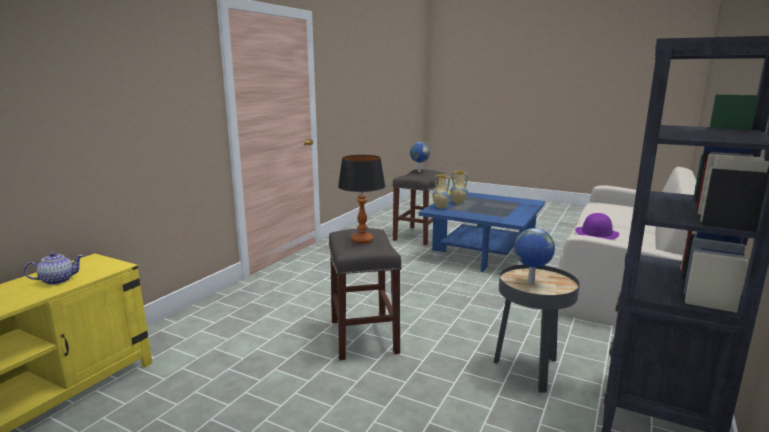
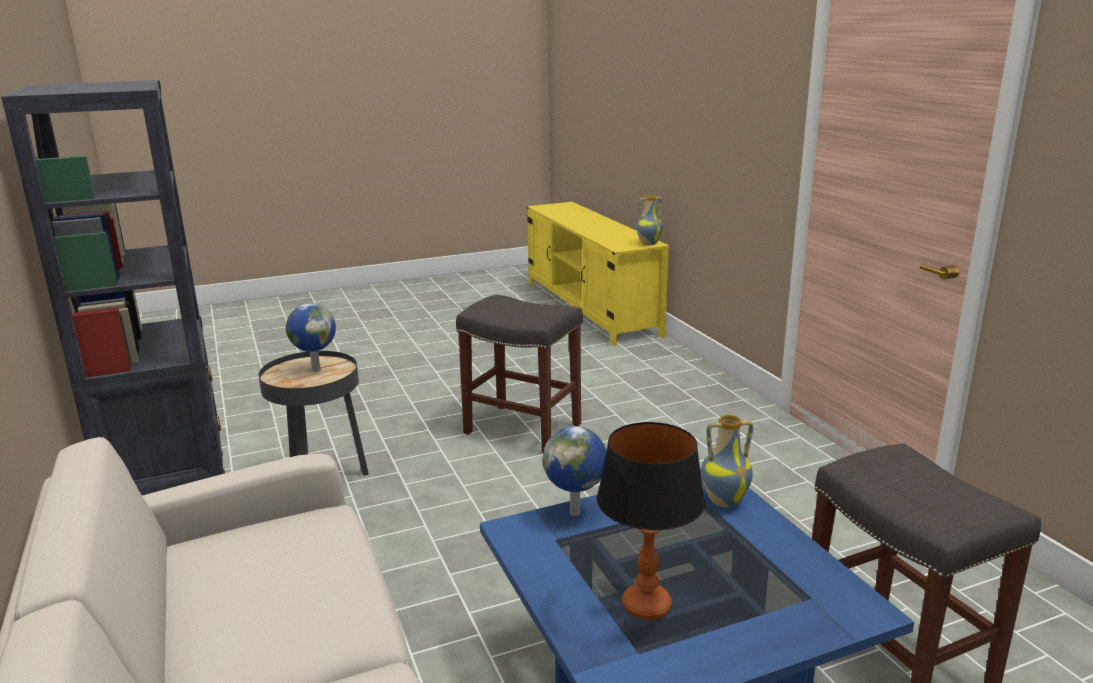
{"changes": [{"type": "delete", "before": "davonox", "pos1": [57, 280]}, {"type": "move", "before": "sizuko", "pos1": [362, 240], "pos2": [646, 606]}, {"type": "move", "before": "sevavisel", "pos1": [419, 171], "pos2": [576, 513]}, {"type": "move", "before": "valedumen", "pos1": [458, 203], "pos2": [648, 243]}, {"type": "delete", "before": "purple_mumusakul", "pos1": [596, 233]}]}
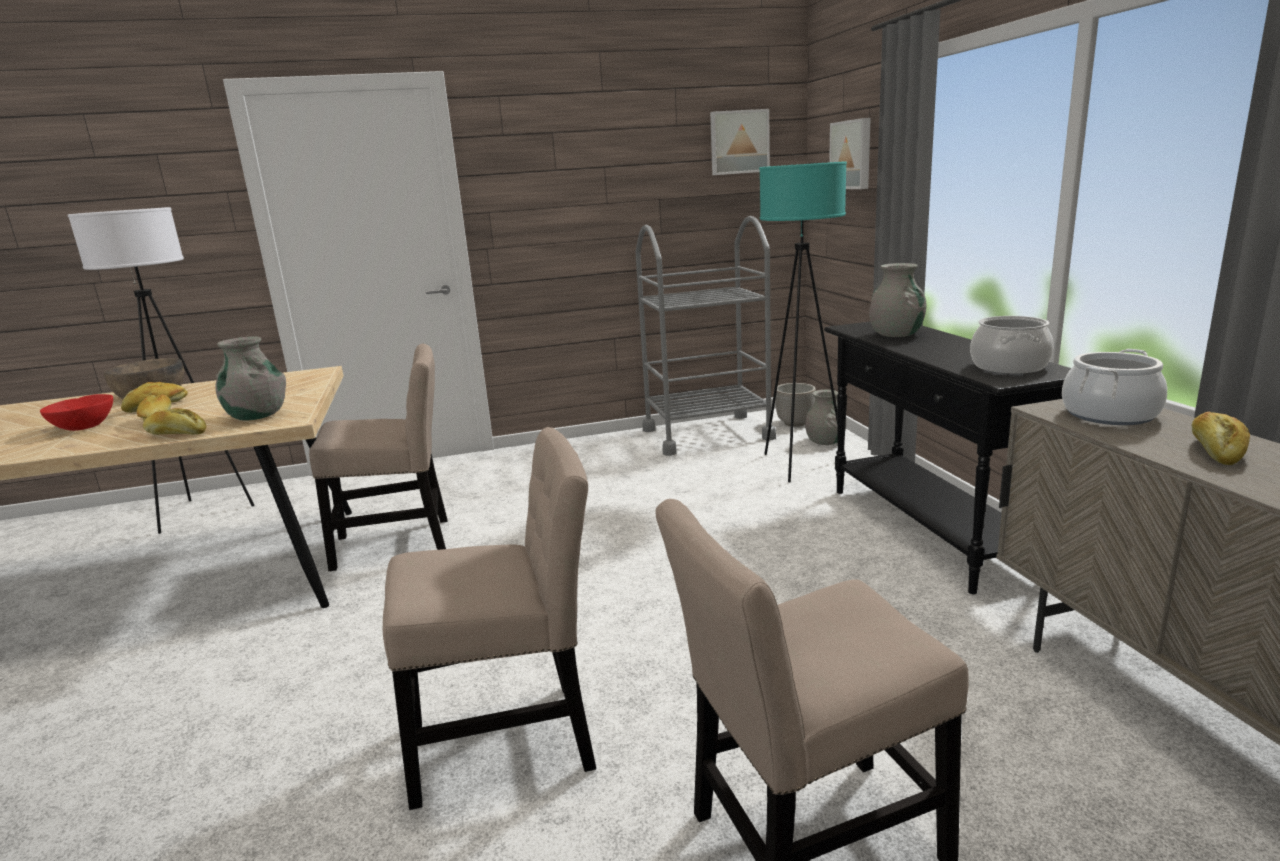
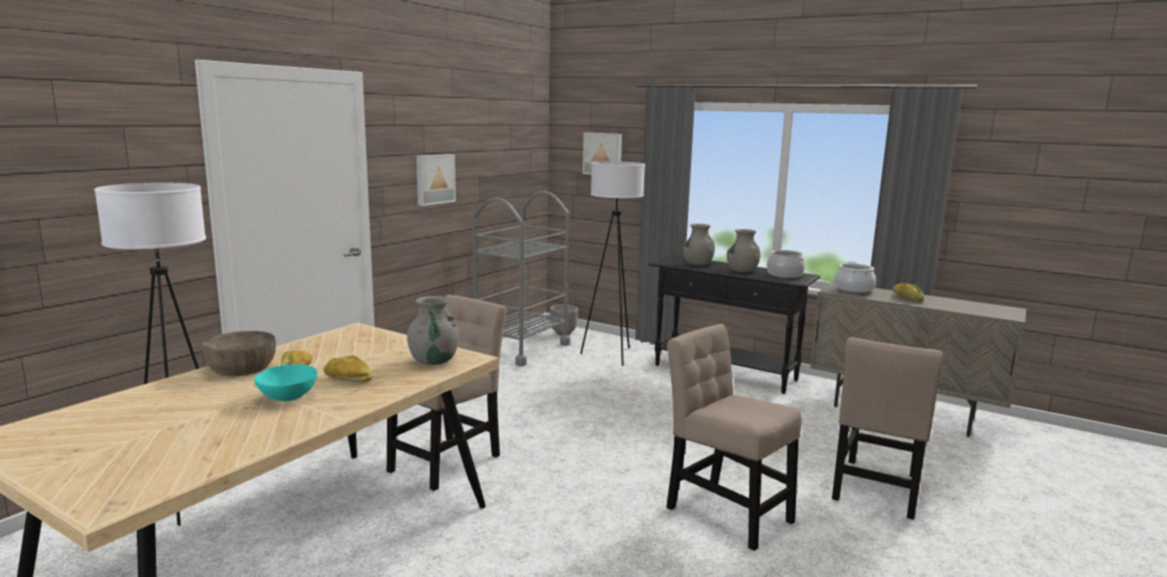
{"changes": [{"type": "recolor", "before": "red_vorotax", "after": "turquoise_vorotax", "pos1": [84, 427], "pos2": [287, 397]}, {"type": "delete", "before": "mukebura", "pos1": [176, 434]}, {"type": "rotate", "before": "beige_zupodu", "pos1": [511, 740], "pos2": [724, 511], "turn": -75}, {"type": "move", "before": "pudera", "pos1": [739, 142], "pos2": [434, 179]}, {"type": "recolor", "before": "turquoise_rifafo", "after": "white_rifafo", "pos1": [801, 465], "pos2": [611, 355]}, {"type": "move", "before": "grey_valedumen", "pos1": [825, 442], "pos2": [742, 271]}]}
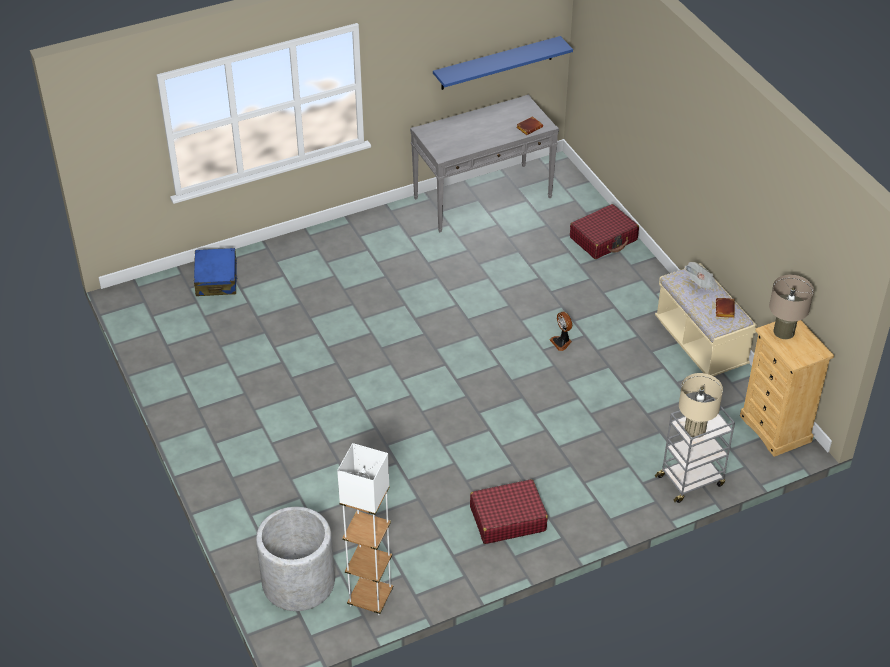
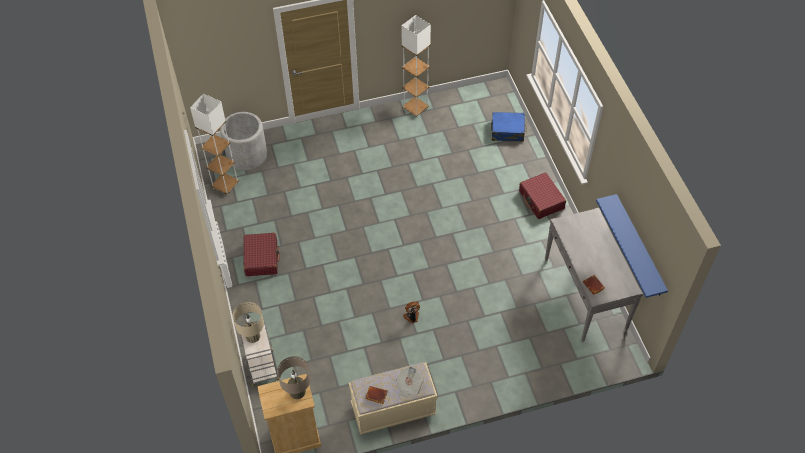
{"changes": [{"type": "move", "before": "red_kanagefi", "pos1": [603, 239], "pos2": [541, 200]}, {"type": "insert", "after": "white_rifafo", "pos2": [415, 108]}]}
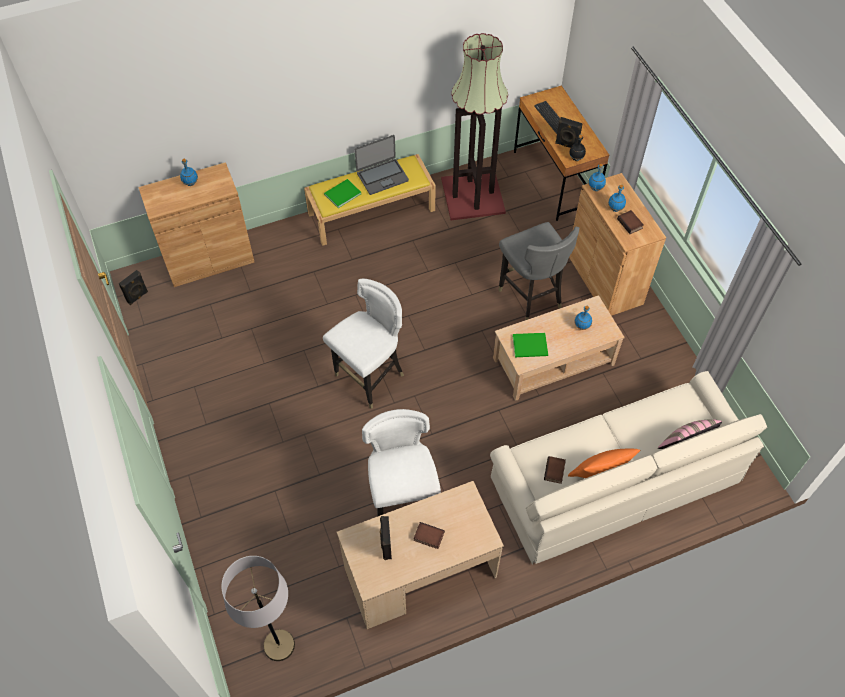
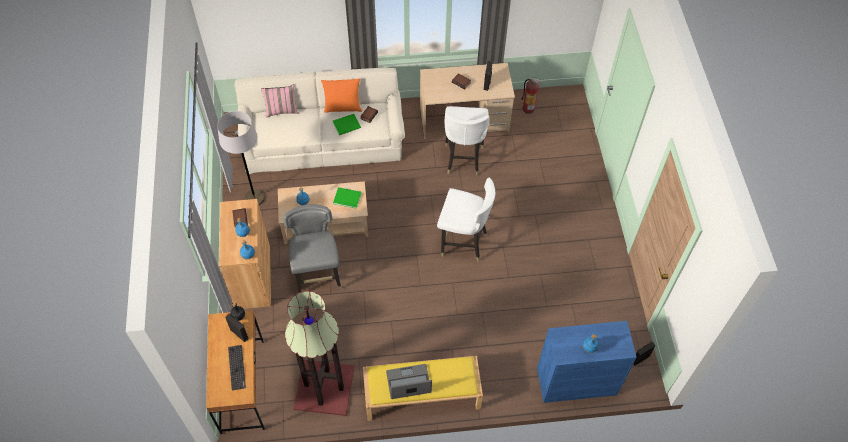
{"changes": [{"type": "recolor", "before": "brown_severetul", "after": "blue_severetul", "pos1": [209, 259], "pos2": [576, 381]}, {"type": "move", "before": "grey_rifafo", "pos1": [279, 645], "pos2": [254, 198]}, {"type": "rotate", "before": "white_zupodu", "pos1": [370, 378], "pos2": [463, 243], "turn": -135}, {"type": "move", "before": "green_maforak", "pos1": [341, 194], "pos2": [347, 125]}, {"type": "insert", "after": "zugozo", "pos2": [528, 108]}]}
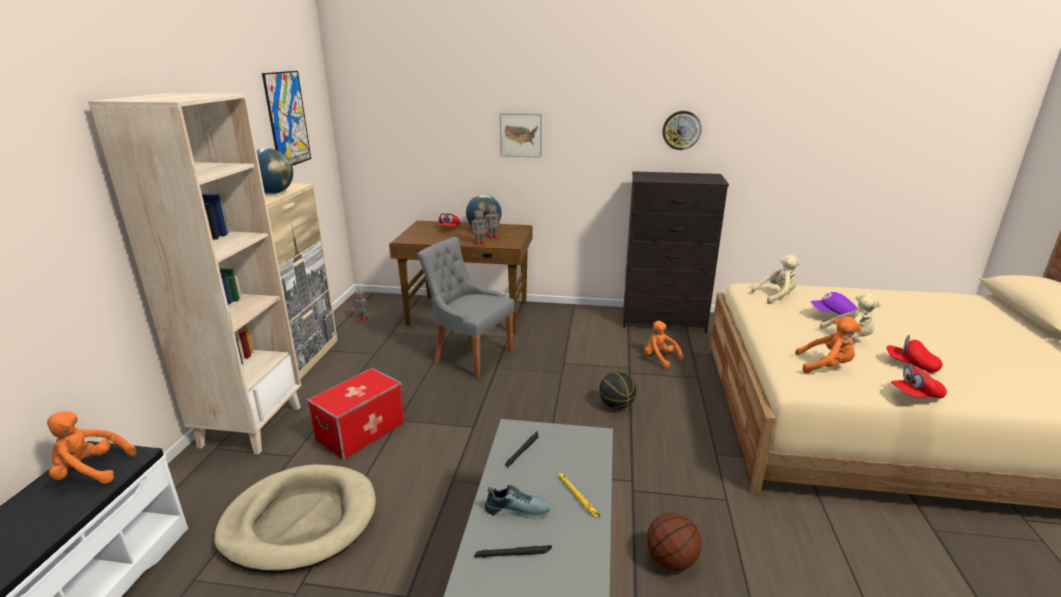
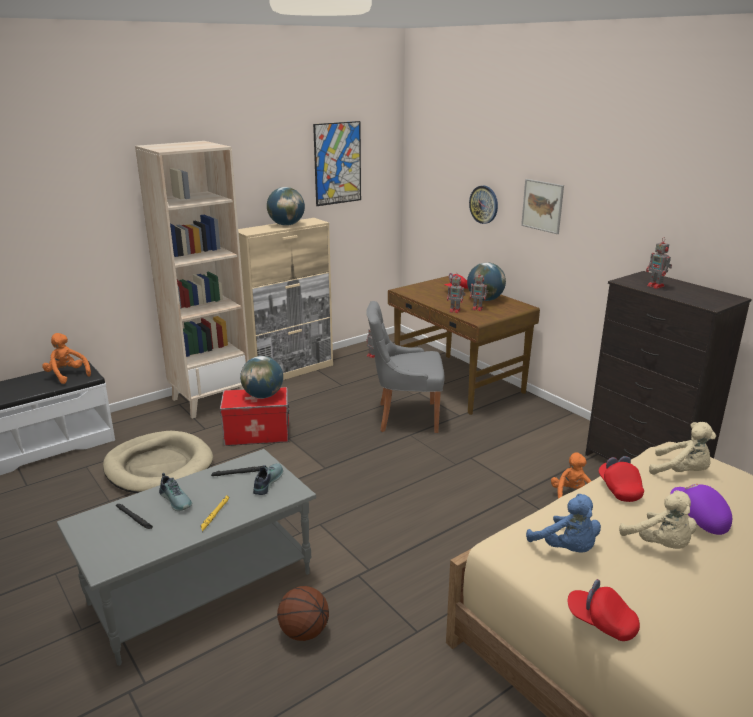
{"changes": [{"type": "rotate", "before": "grey_zupodu", "pos1": [470, 356], "pos2": [404, 417], "turn": -75}, {"type": "delete", "before": "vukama", "pos1": [616, 405]}, {"type": "move", "before": "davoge", "pos1": [681, 130], "pos2": [484, 204]}, {"type": "recolor", "before": "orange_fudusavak", "after": "blue_fudusavak", "pos1": [826, 366], "pos2": [566, 549]}, {"type": "move", "before": "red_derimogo", "pos1": [911, 364], "pos2": [619, 489]}, {"type": "insert", "after": "sevavisel", "pos2": [263, 395]}, {"type": "insert", "after": "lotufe", "pos2": [266, 482]}, {"type": "insert", "after": "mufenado", "pos2": [656, 286]}]}
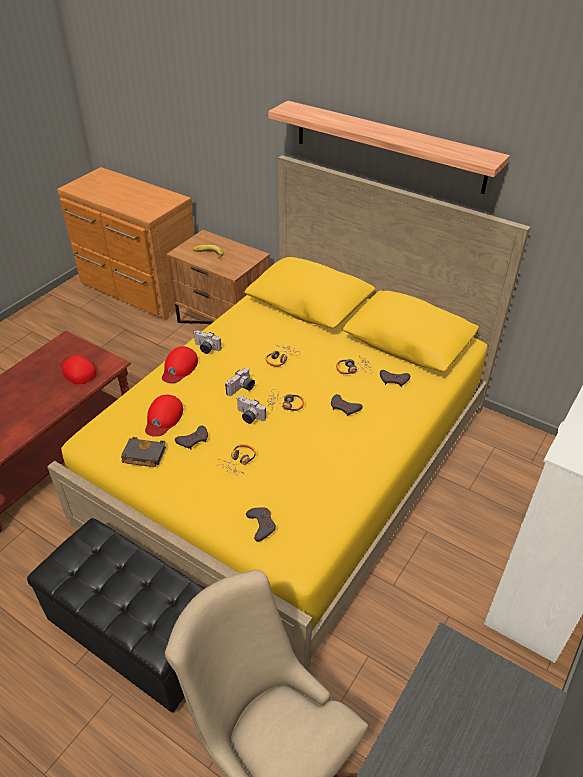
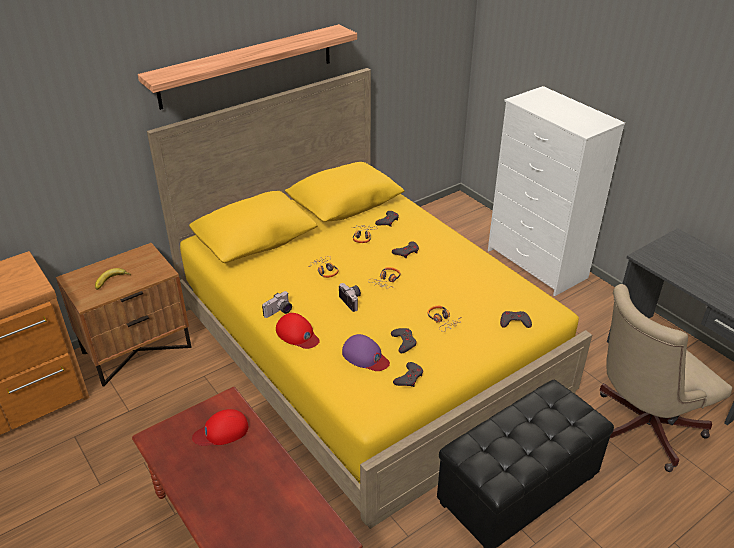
{"changes": [{"type": "replace", "before": "black_maforak", "after": "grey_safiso", "pos1": [142, 455], "pos2": [409, 378]}, {"type": "recolor", "before": "red_derimogo", "after": "purple_derimogo", "pos1": [163, 418], "pos2": [365, 356]}, {"type": "delete", "before": "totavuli", "pos1": [249, 417]}]}
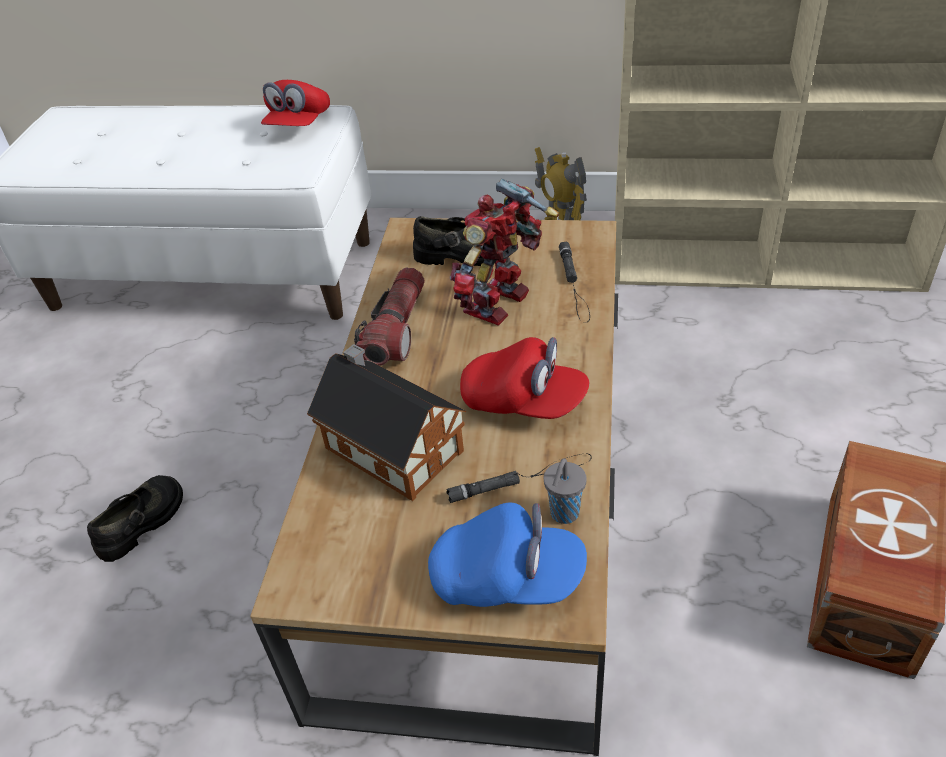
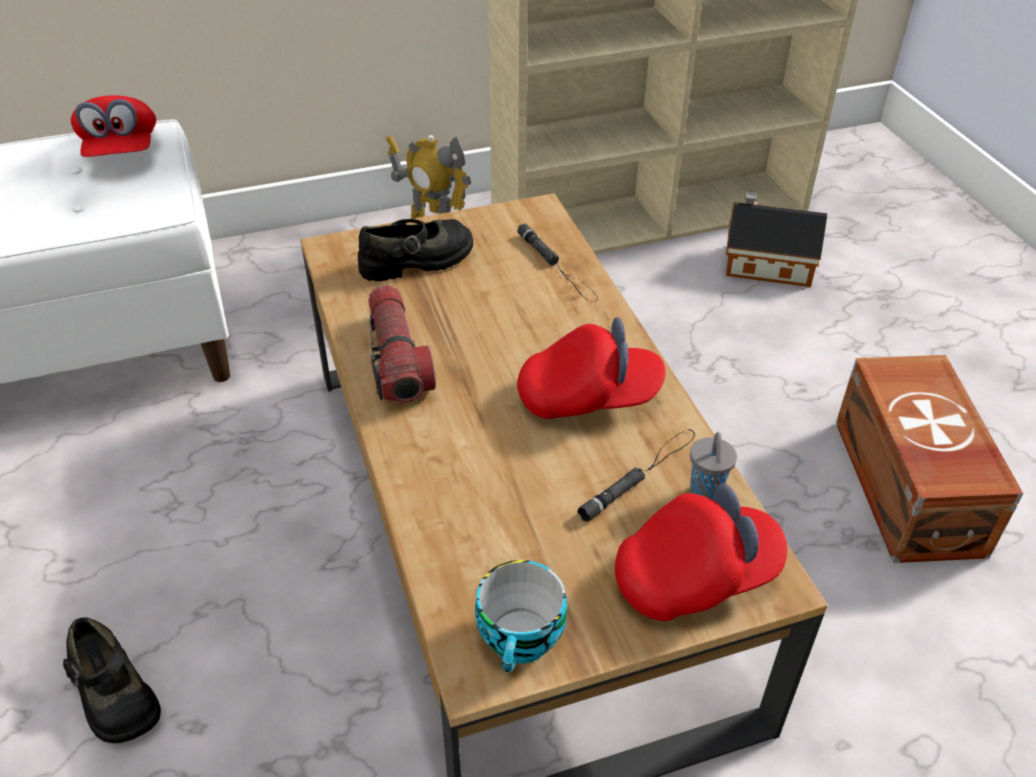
{"changes": [{"type": "rotate", "before": "black_lotufe", "pos1": [142, 523], "pos2": [113, 693], "turn": 135}, {"type": "move", "before": "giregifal", "pos1": [390, 446], "pos2": [764, 264]}, {"type": "recolor", "before": "blue_derimogo", "after": "red_derimogo", "pos1": [507, 579], "pos2": [696, 577]}, {"type": "delete", "before": "mufenado", "pos1": [501, 304]}, {"type": "insert", "after": "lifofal", "pos2": [522, 641]}]}
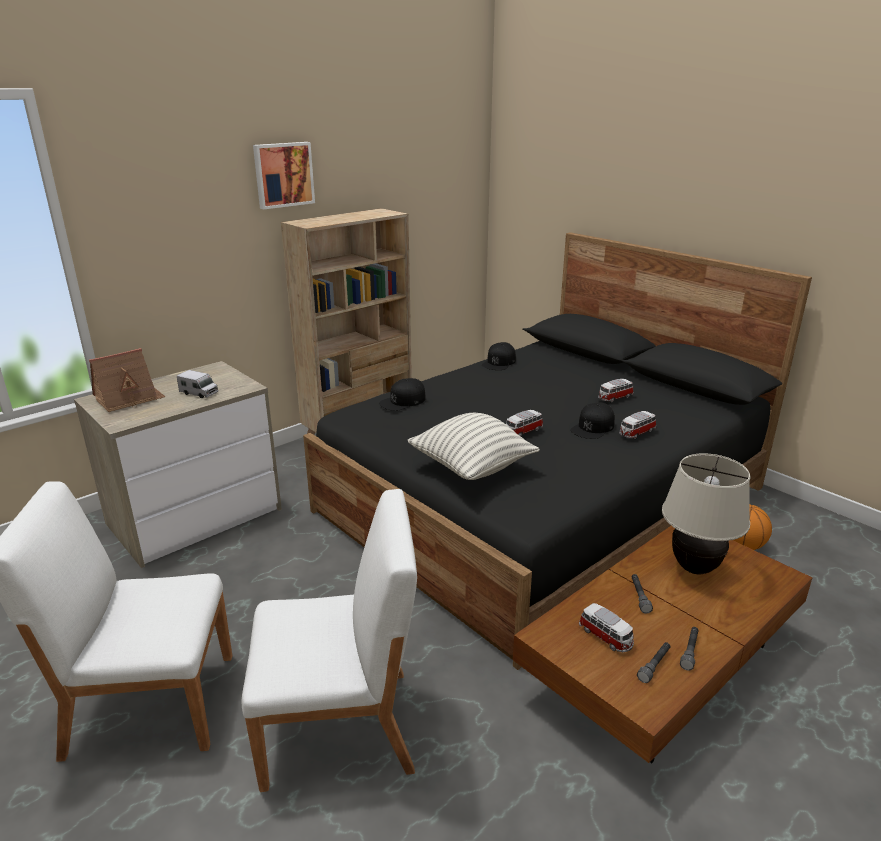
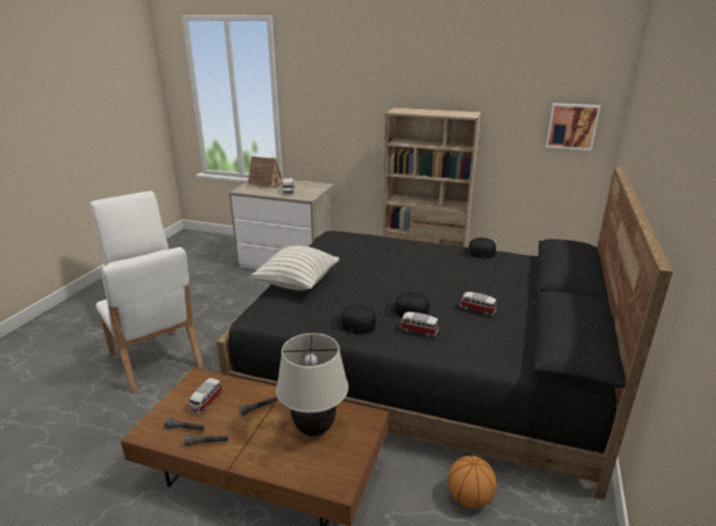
{"changes": [{"type": "move", "before": "pudera", "pos1": [283, 174], "pos2": [572, 126]}, {"type": "move", "before": "black_derimogo", "pos1": [403, 401], "pos2": [353, 324]}, {"type": "delete", "before": "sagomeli", "pos1": [522, 432]}]}
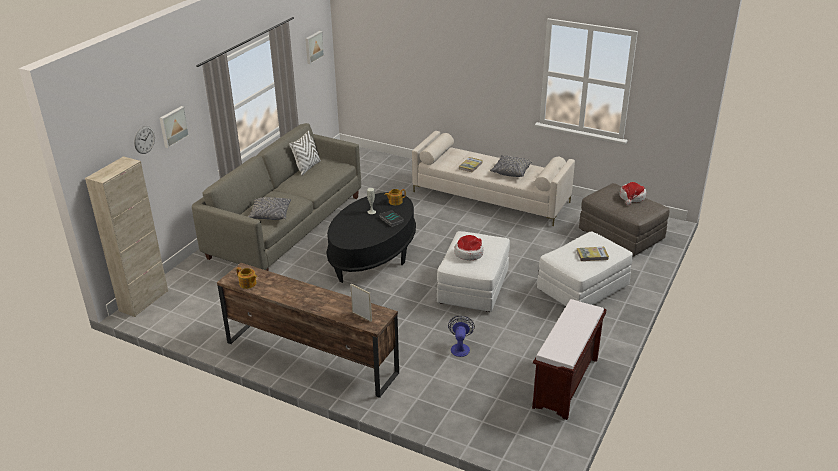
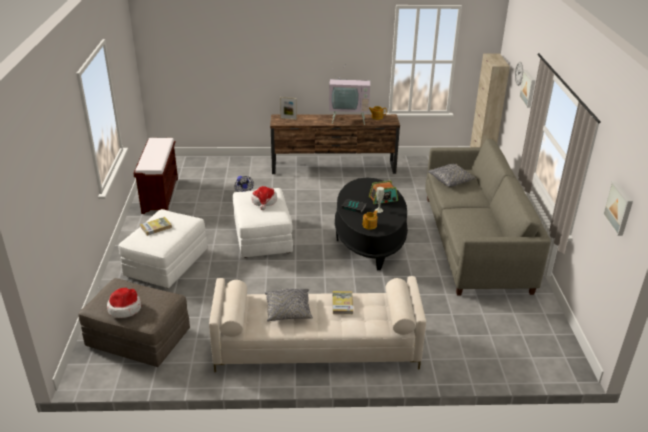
{"changes": [{"type": "delete", "before": "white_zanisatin", "pos1": [307, 167]}, {"type": "insert", "after": "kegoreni", "pos2": [348, 119]}, {"type": "insert", "after": "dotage", "pos2": [383, 199]}]}
